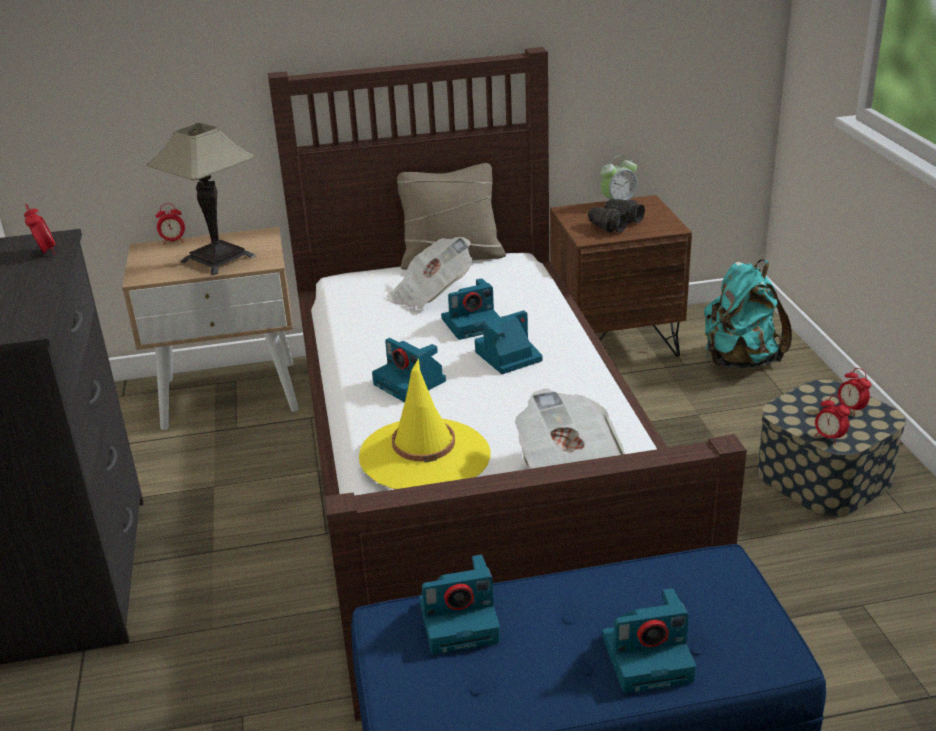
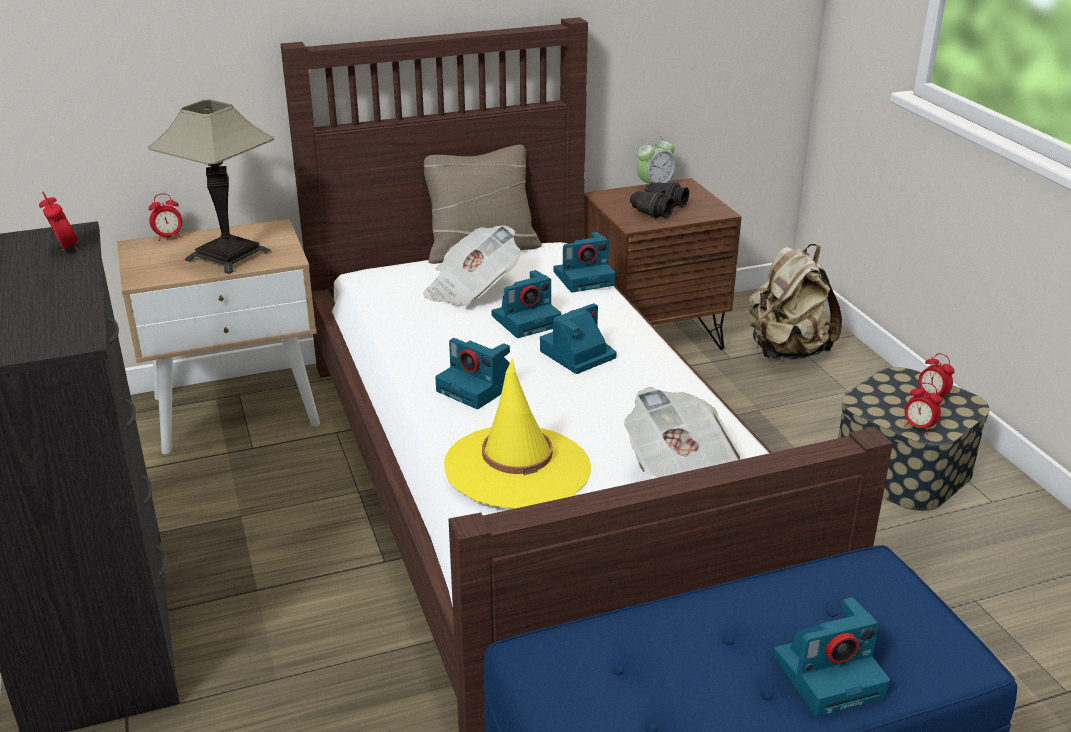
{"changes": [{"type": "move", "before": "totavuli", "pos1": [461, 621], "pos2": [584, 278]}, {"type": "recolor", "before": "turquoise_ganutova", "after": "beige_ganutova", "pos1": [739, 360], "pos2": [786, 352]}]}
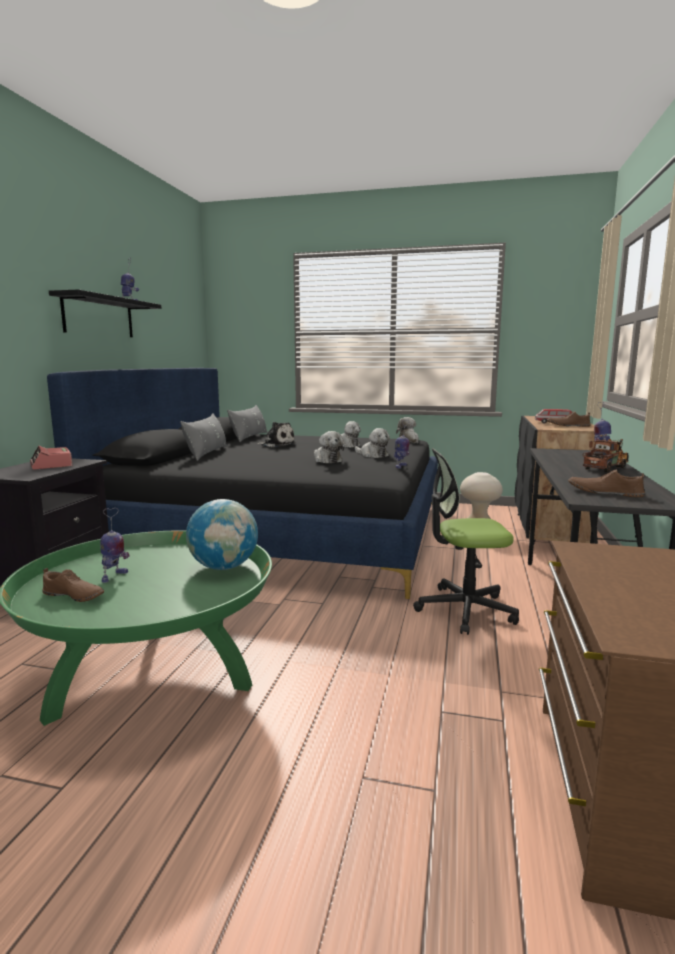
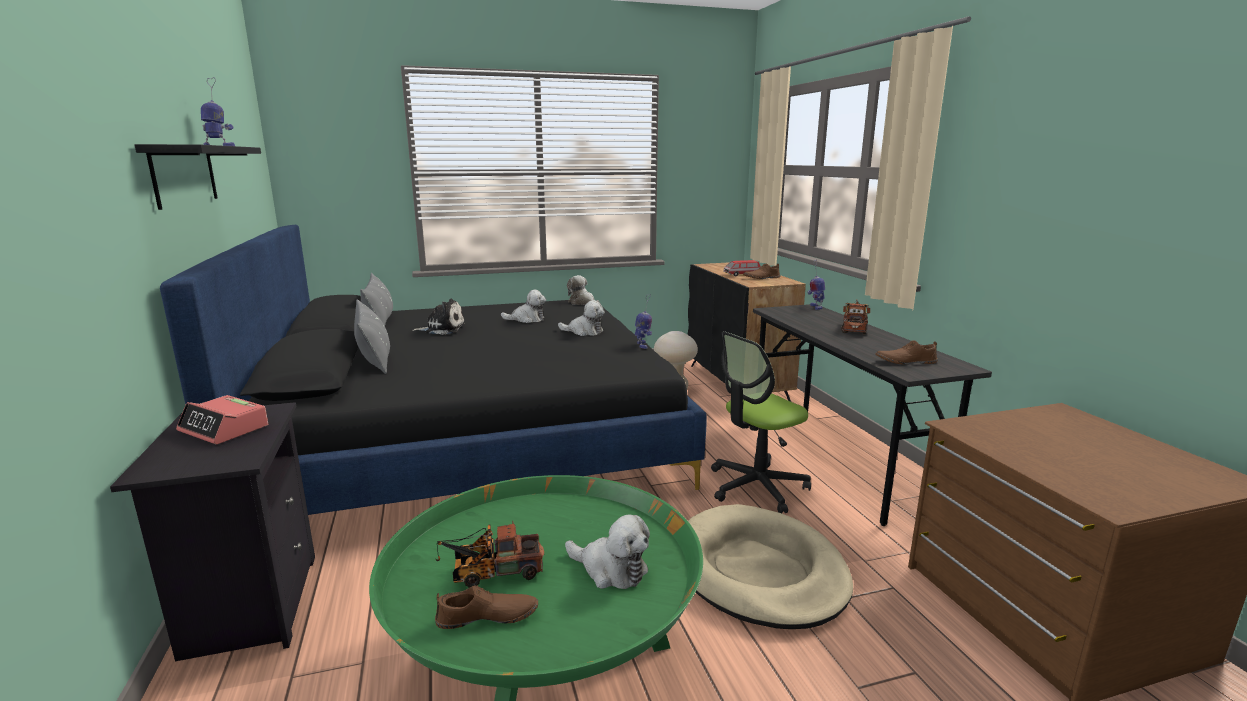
{"changes": [{"type": "replace", "before": "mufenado", "after": "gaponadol", "pos1": [113, 576], "pos2": [492, 573]}, {"type": "delete", "before": "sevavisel", "pos1": [224, 567]}, {"type": "move", "before": "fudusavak", "pos1": [326, 460], "pos2": [610, 569]}, {"type": "insert", "after": "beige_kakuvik", "pos2": [759, 571]}]}
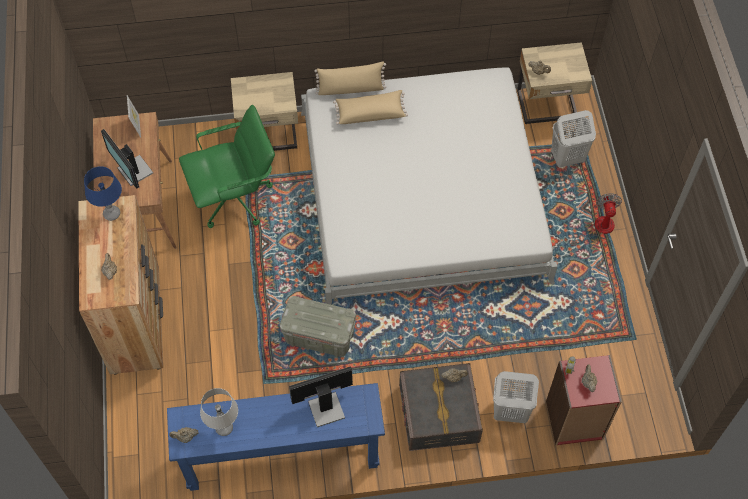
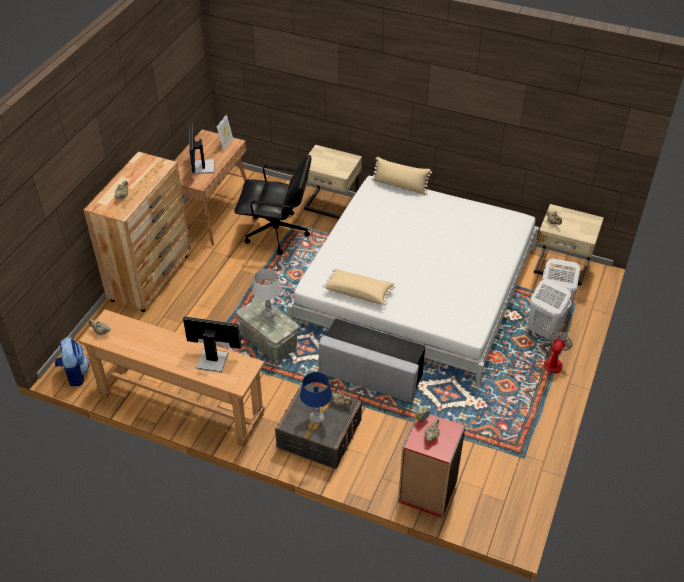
{"changes": [{"type": "move", "before": "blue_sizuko", "pos1": [111, 214], "pos2": [316, 418]}, {"type": "recolor", "before": "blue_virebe", "after": "brown_virebe", "pos1": [282, 455], "pos2": [181, 405]}, {"type": "recolor", "before": "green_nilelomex", "after": "black_nilelomex", "pos1": [235, 199], "pos2": [277, 233]}, {"type": "move", "before": "grey_sizuko", "pos1": [224, 428], "pos2": [269, 314]}, {"type": "move", "before": "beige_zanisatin", "pos1": [370, 112], "pos2": [359, 291]}, {"type": "move", "before": "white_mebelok", "pos1": [509, 411], "pos2": [543, 331]}, {"type": "insert", "after": "ganutova", "pos2": [75, 374]}, {"type": "insert", "after": "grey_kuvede", "pos2": [371, 375]}]}
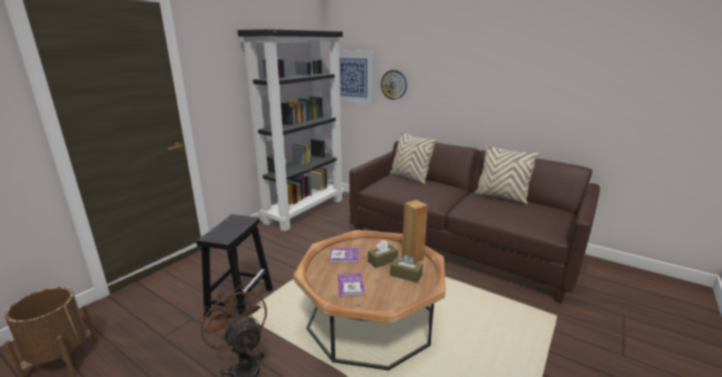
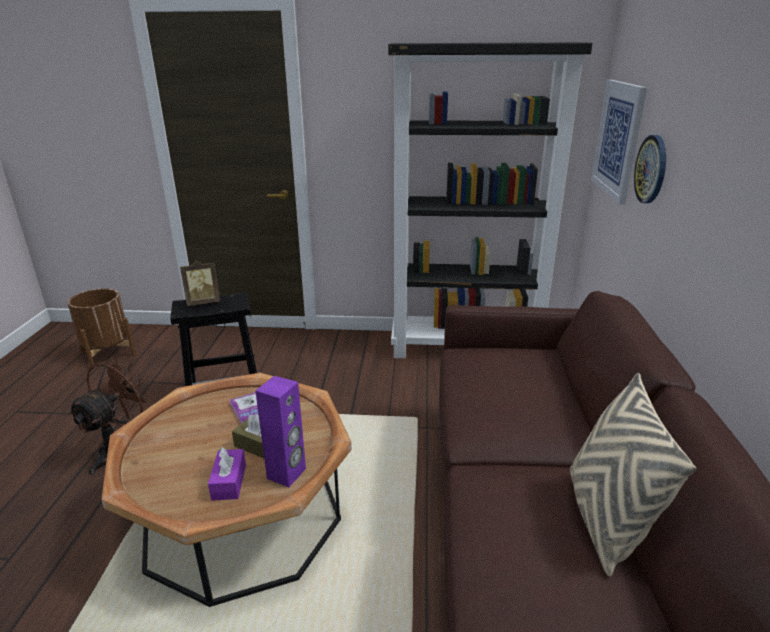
{"changes": [{"type": "delete", "before": "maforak", "pos1": [350, 285]}, {"type": "delete", "before": "beige_zanisatin", "pos1": [410, 178]}, {"type": "recolor", "before": "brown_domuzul", "after": "purple_domuzul", "pos1": [406, 275], "pos2": [229, 482]}, {"type": "recolor", "before": "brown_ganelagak", "after": "purple_ganelagak", "pos1": [413, 257], "pos2": [287, 474]}, {"type": "insert", "after": "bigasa", "pos2": [203, 302]}]}
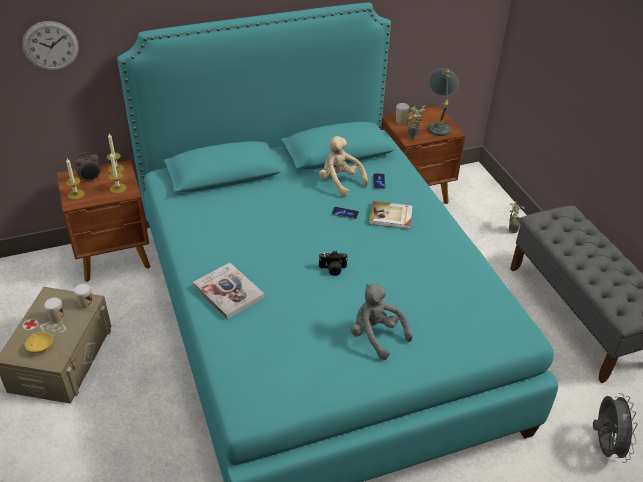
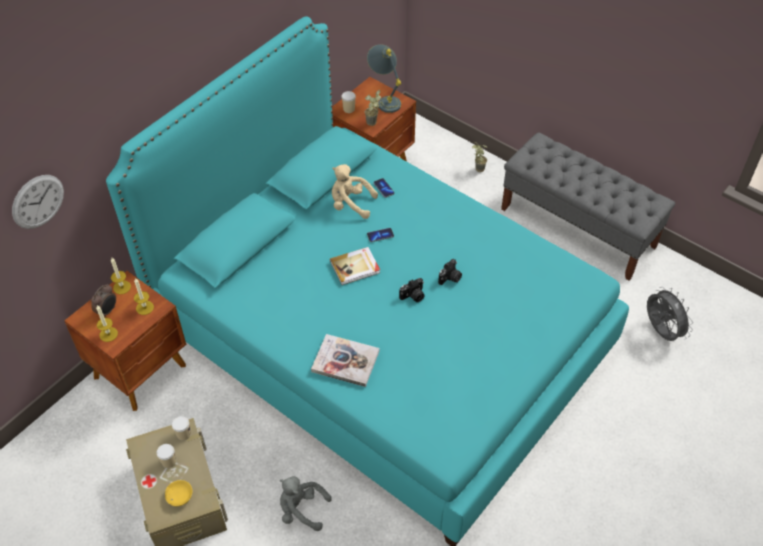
{"changes": [{"type": "move", "before": "grey_fudusavak", "pos1": [376, 336], "pos2": [301, 510]}, {"type": "move", "before": "maforak", "pos1": [391, 217], "pos2": [355, 267]}, {"type": "insert", "after": "totavuli", "pos2": [450, 278]}]}
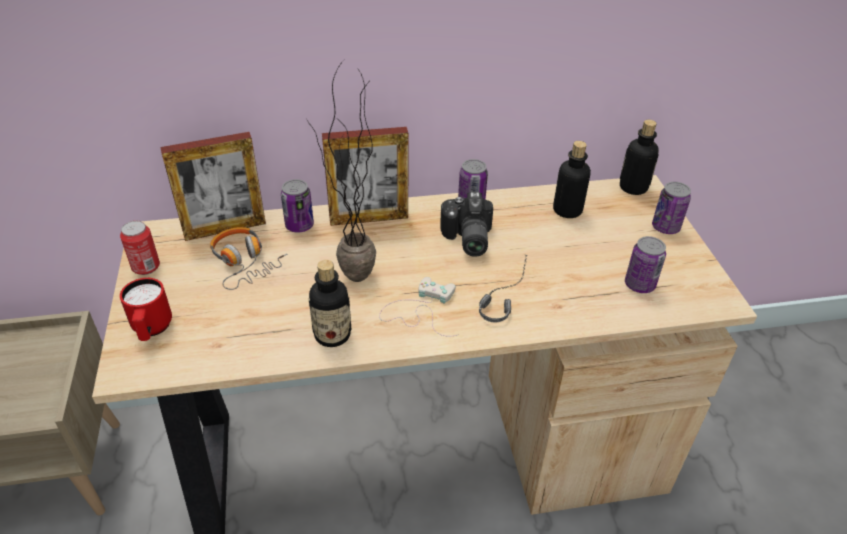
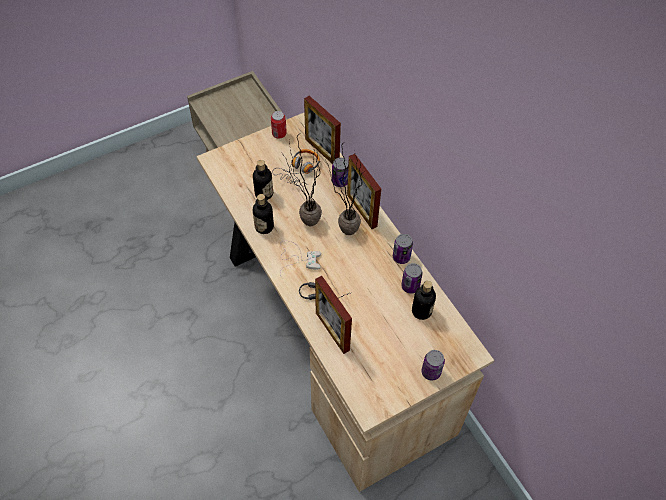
{"changes": [{"type": "delete", "before": "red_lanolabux", "pos1": [152, 330]}, {"type": "delete", "before": "totavuli", "pos1": [466, 239]}, {"type": "move", "before": "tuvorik", "pos1": [633, 187], "pos2": [264, 193]}, {"type": "move", "before": "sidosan", "pos1": [639, 285], "pos2": [410, 286]}, {"type": "insert", "after": "bigasa", "pos2": [332, 331]}, {"type": "insert", "after": "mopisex", "pos2": [342, 229]}]}
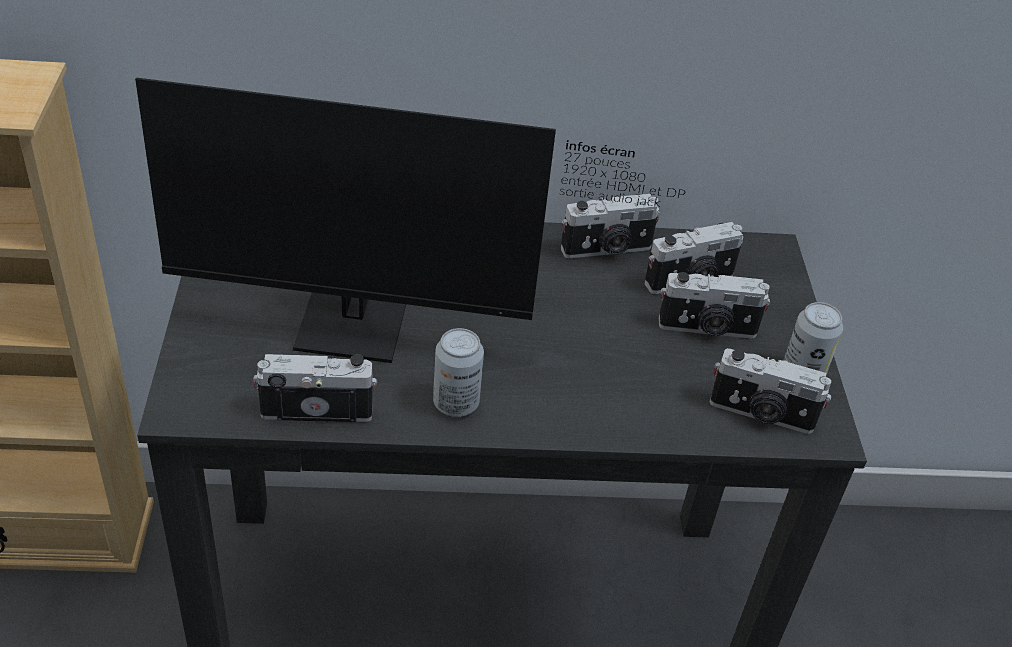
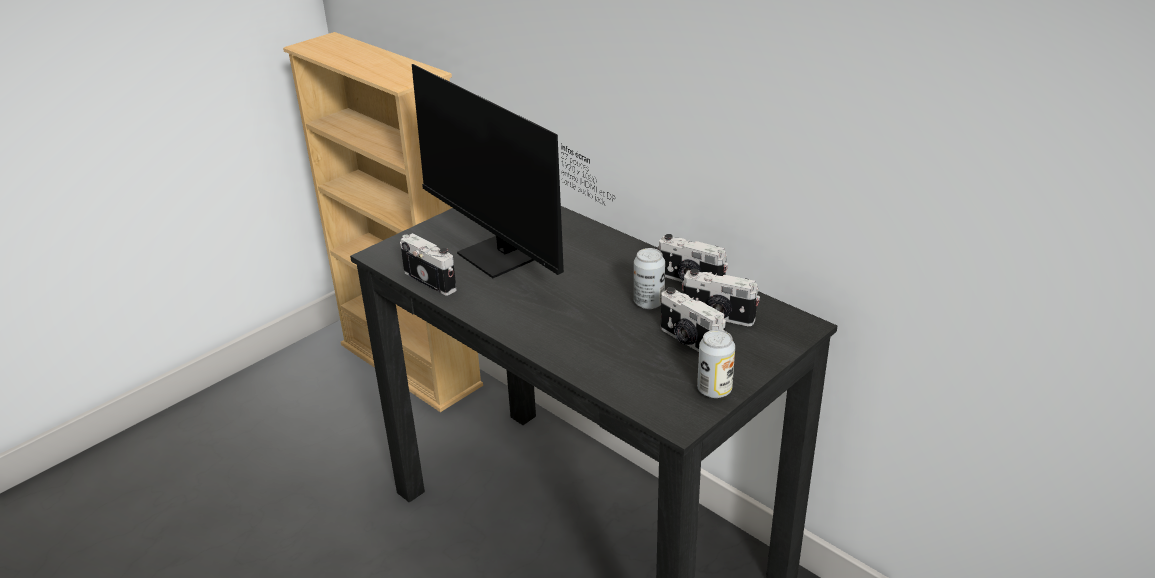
{"changes": [{"type": "move", "before": "sidosan", "pos1": [456, 403], "pos2": [648, 302]}, {"type": "delete", "before": "totavuli", "pos1": [761, 414]}]}
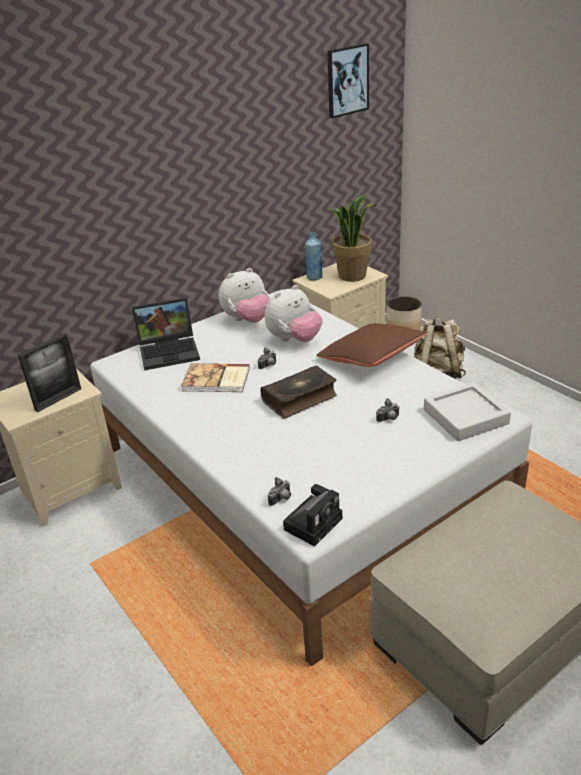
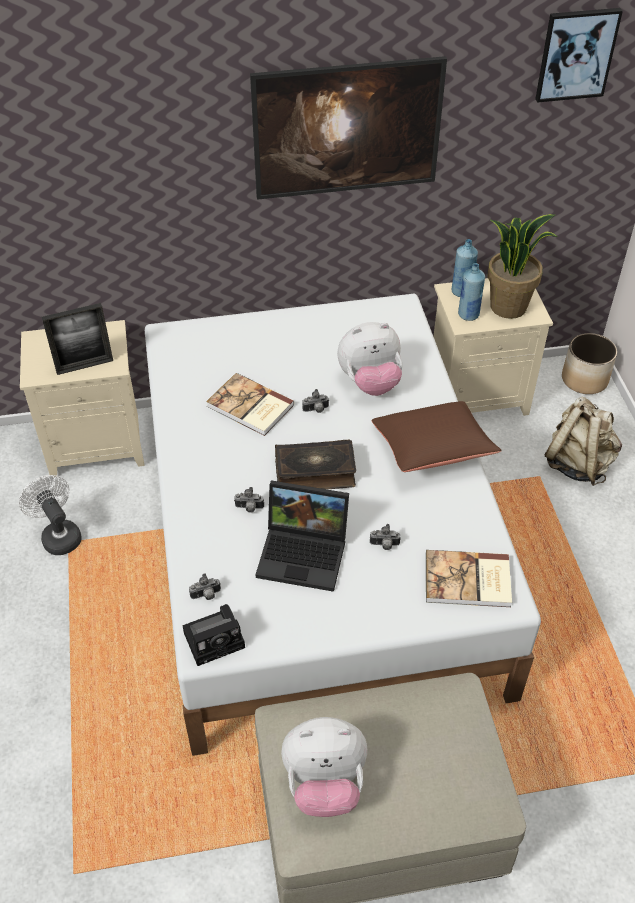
{"changes": [{"type": "move", "before": "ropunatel", "pos1": [170, 351], "pos2": [305, 553]}, {"type": "move", "before": "fudusavak", "pos1": [247, 320], "pos2": [324, 783]}, {"type": "replace", "before": "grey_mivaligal", "after": "maforak", "pos1": [465, 417], "pos2": [468, 581]}, {"type": "insert", "after": "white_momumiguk", "pos2": [58, 535]}, {"type": "insert", "after": "totavuli", "pos2": [249, 508]}, {"type": "insert", "after": "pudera", "pos2": [346, 159]}, {"type": "insert", "after": "blue_tuvorik", "pos2": [468, 315]}]}
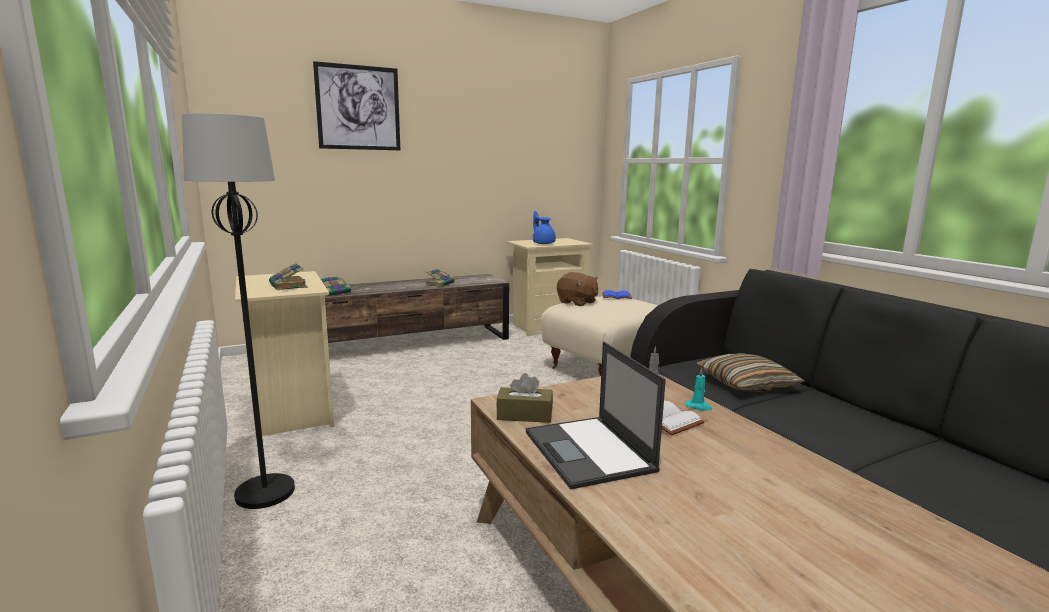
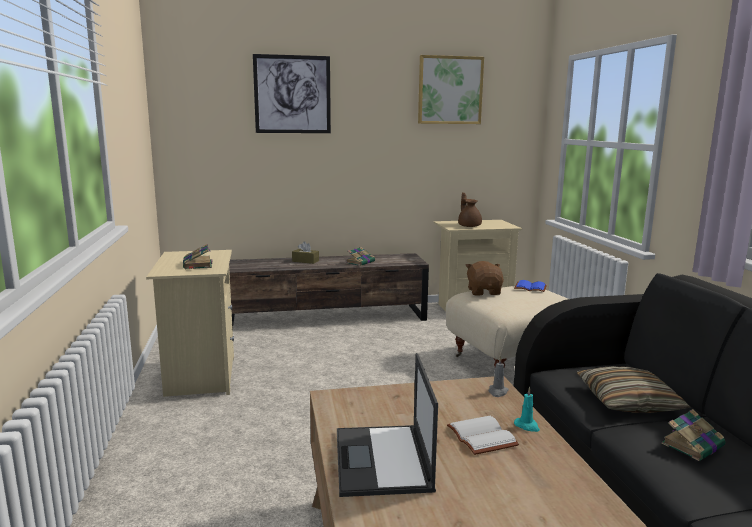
{"changes": [{"type": "delete", "before": "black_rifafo", "pos1": [264, 493]}, {"type": "move", "before": "maforak", "pos1": [334, 292], "pos2": [693, 445]}, {"type": "move", "before": "brown_domuzul", "pos1": [524, 415], "pos2": [305, 261]}, {"type": "recolor", "before": "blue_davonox", "after": "brown_davonox", "pos1": [543, 243], "pos2": [469, 226]}, {"type": "rotate", "before": "brown_fudusavak", "pos1": [577, 302], "pos2": [484, 292], "turn": -150}, {"type": "insert", "after": "pudera", "pos2": [450, 90]}]}
